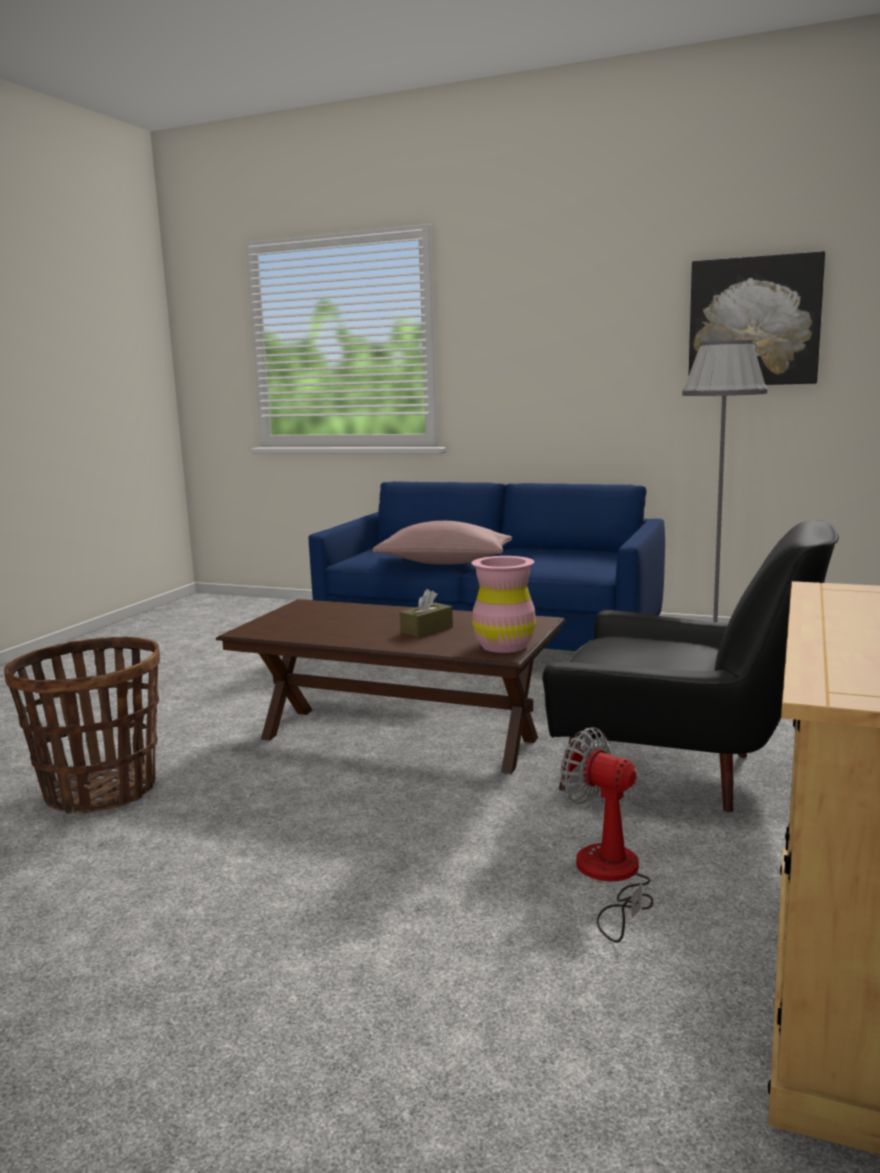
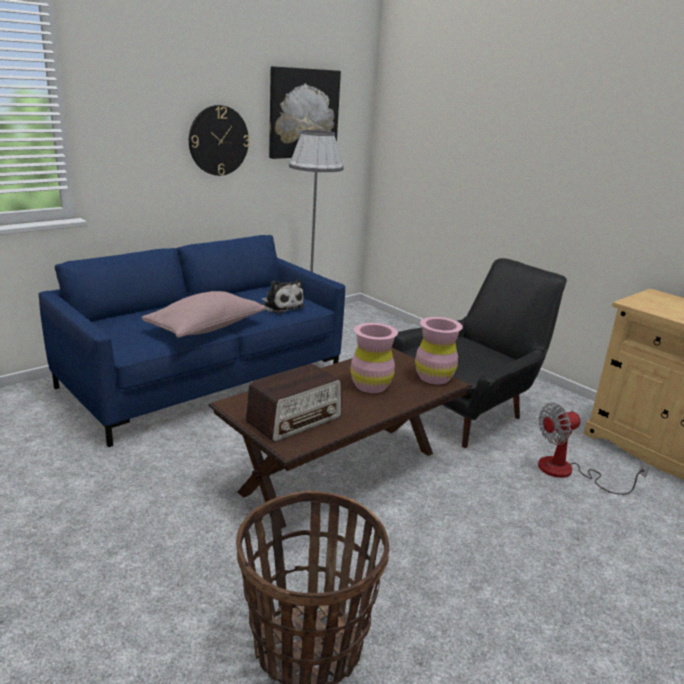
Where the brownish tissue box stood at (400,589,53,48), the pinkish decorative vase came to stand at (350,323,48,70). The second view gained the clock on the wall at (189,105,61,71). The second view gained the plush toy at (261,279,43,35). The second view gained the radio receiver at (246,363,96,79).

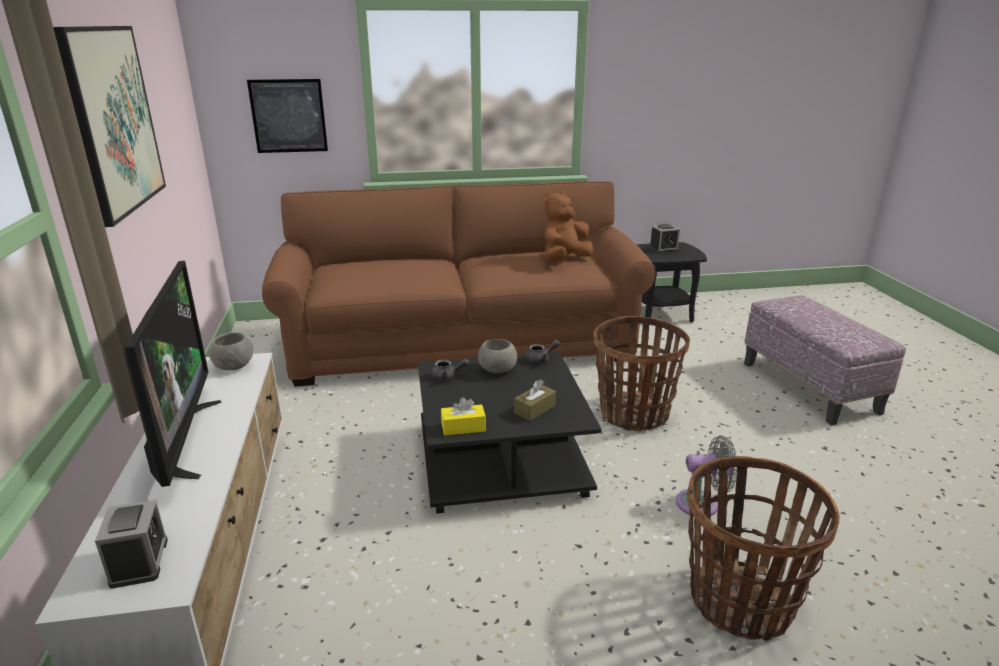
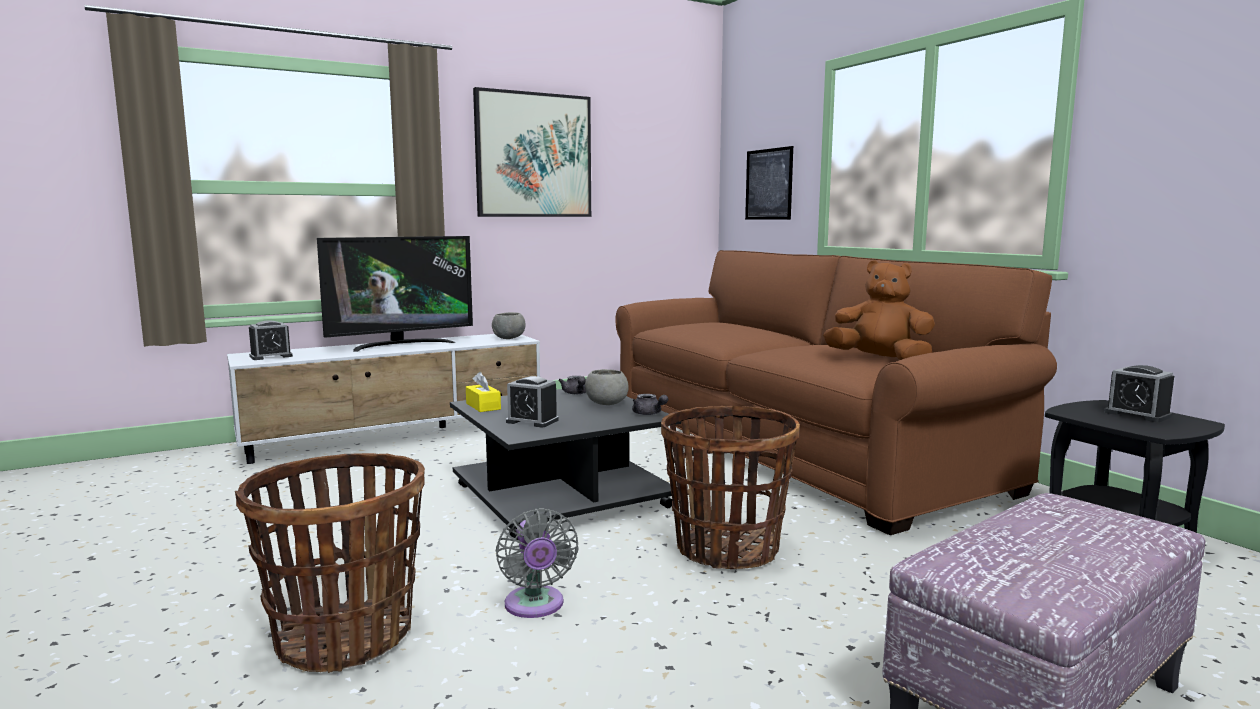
Where the brownish tissue box stood at (514,380,42,41), the table clock came to stand at (506,376,53,51).

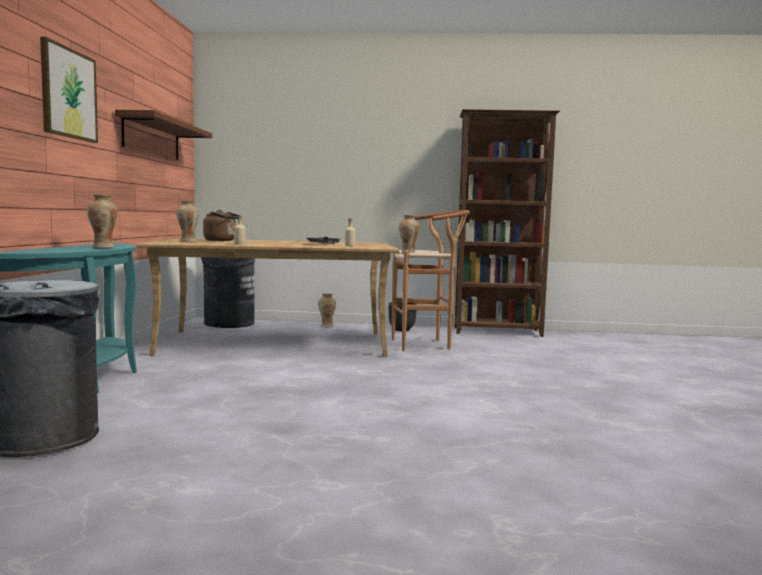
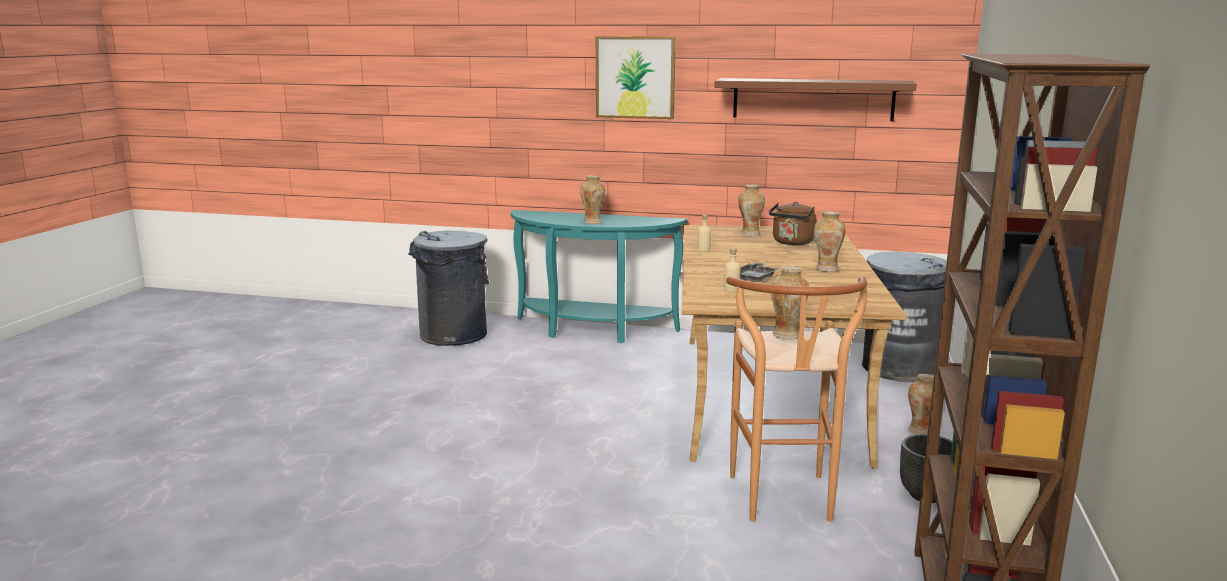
The second view gained the decorative vase at (814,211,32,61).

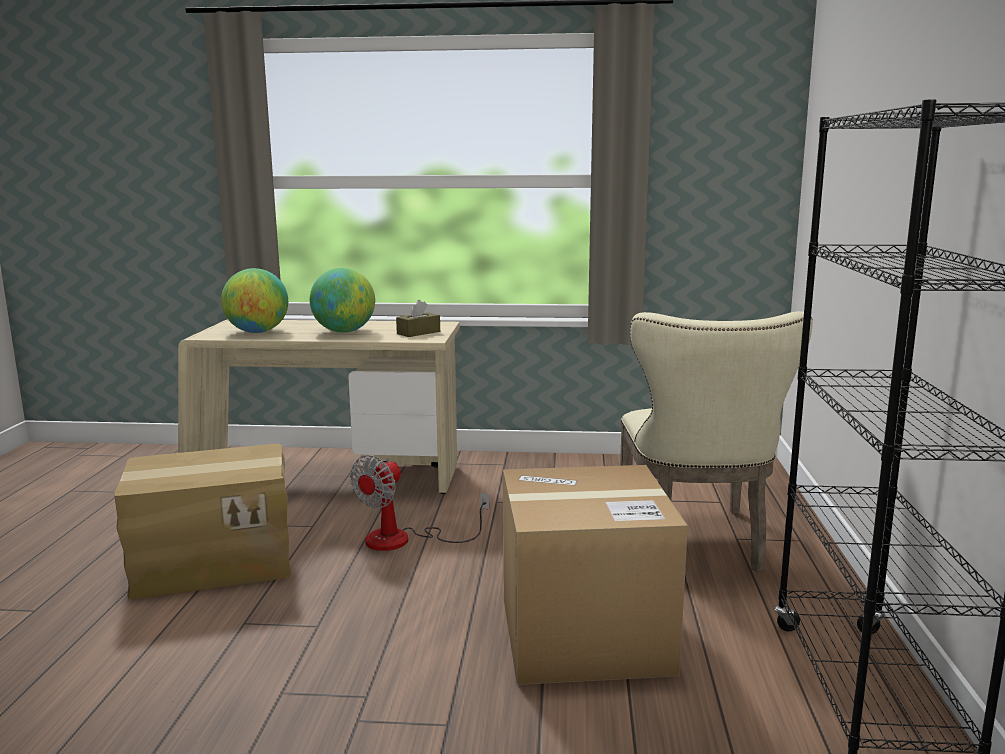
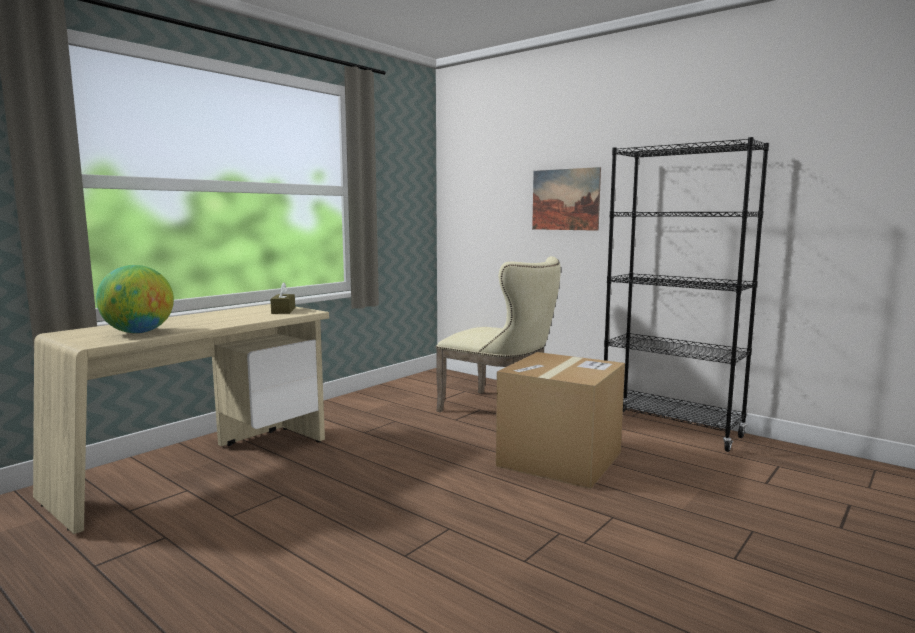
The second view lost the world globe at (310,268,65,65). The second view lost the packing box at (114,444,177,155). The second view lost the electric fan at (350,455,140,96). The second view gained the picture at (532,167,69,64).

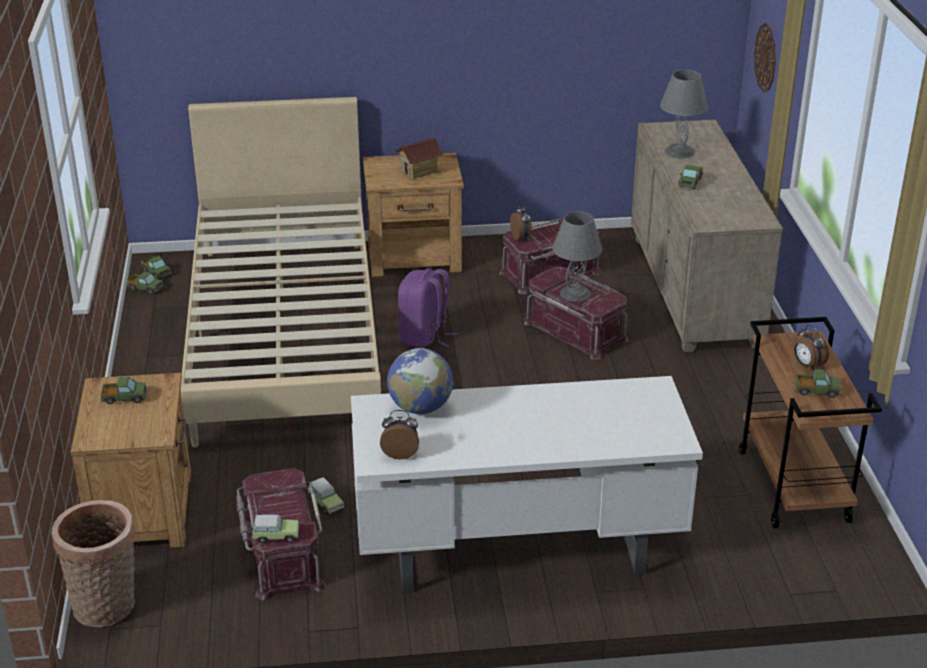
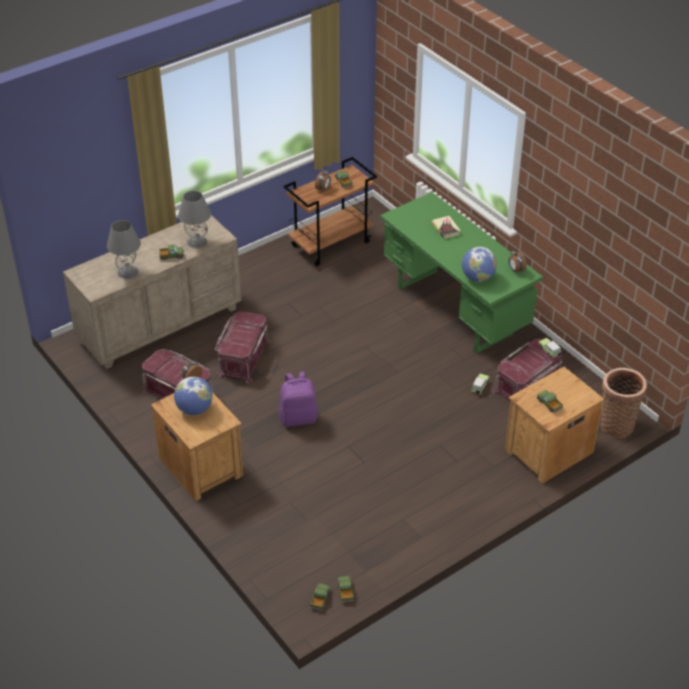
The second view lost the clock on the wall at (754,23,22,69). The second view lost the beige-coloured sleeping bed at (181,97,200,351). Where the miniature house stood at (394,138,50,41), the world globe came to stand at (174,377,39,38). The gray tabletop lamp ended up elsewhere, having gone from (552,211,50,91) to (178,191,33,58). What was the white-coloured desk at (351,376,352,217) turned into the greenish desk at (380,192,163,162). The second view gained the book at (432,216,29,23).

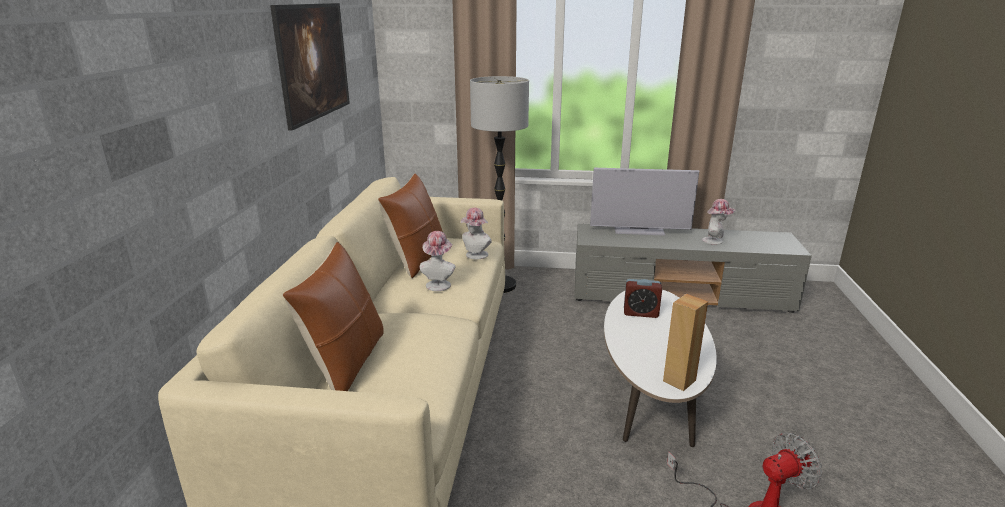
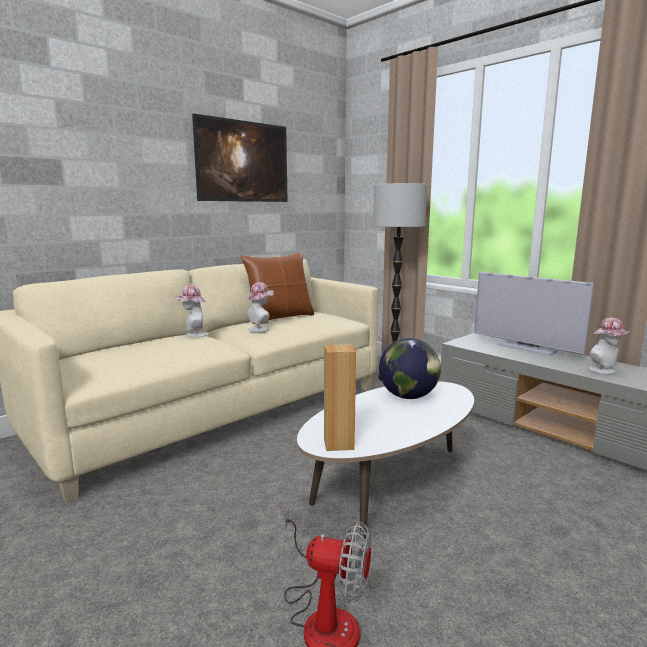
The wearable hat ended up elsewhere, having gone from (461,208,31,51) to (175,285,34,53). The second view lost the brownish cushion at (283,242,101,149). Where the table clock stood at (624,279,38,39), the world globe came to stand at (379,338,62,61).

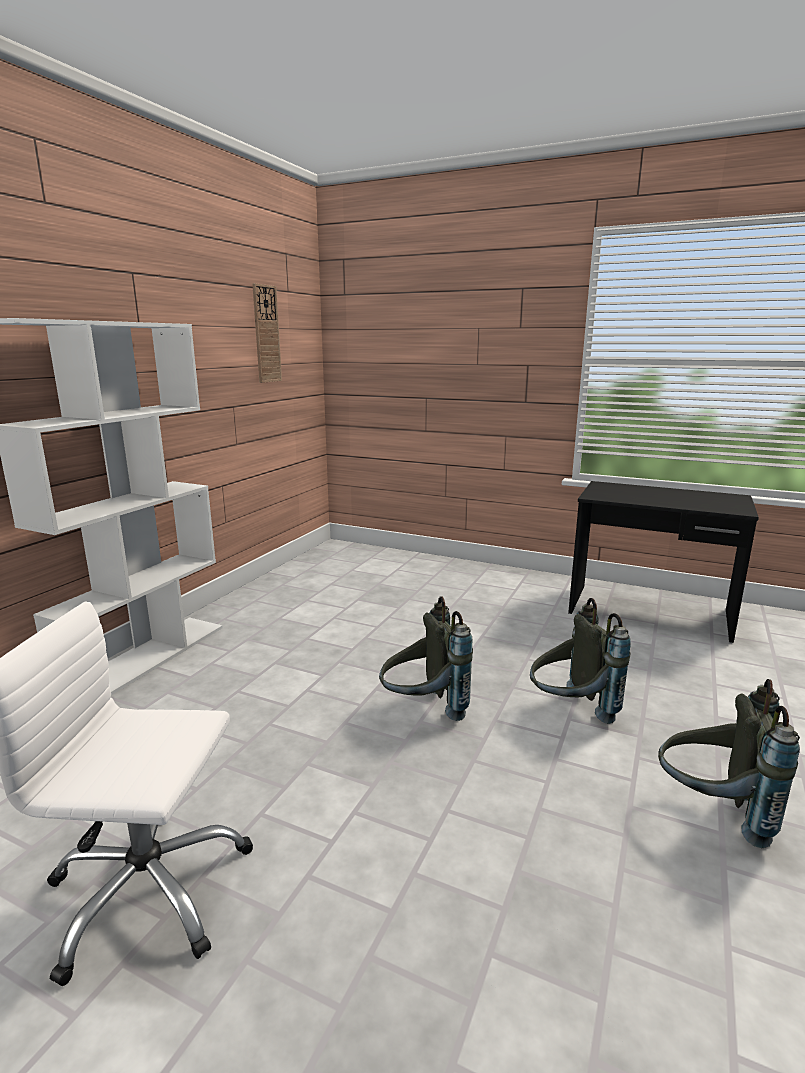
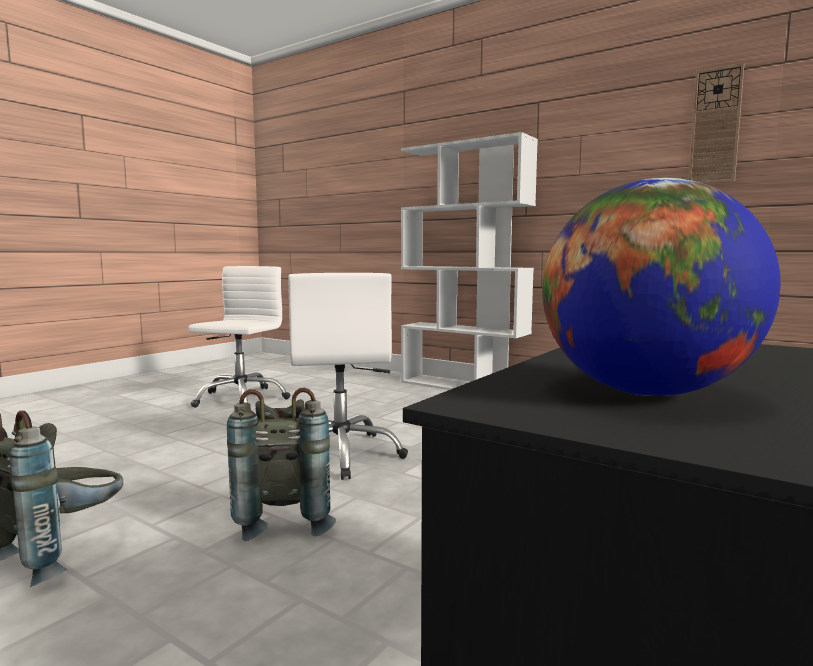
Where the gray knapsack stood at (379,596,94,125), the white-coloured office chair came to stand at (288,273,120,207). The second view gained the world globe at (542,178,239,218).

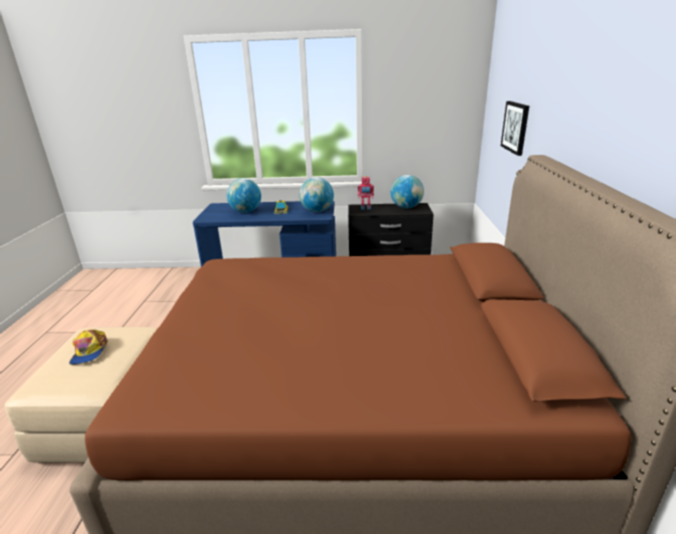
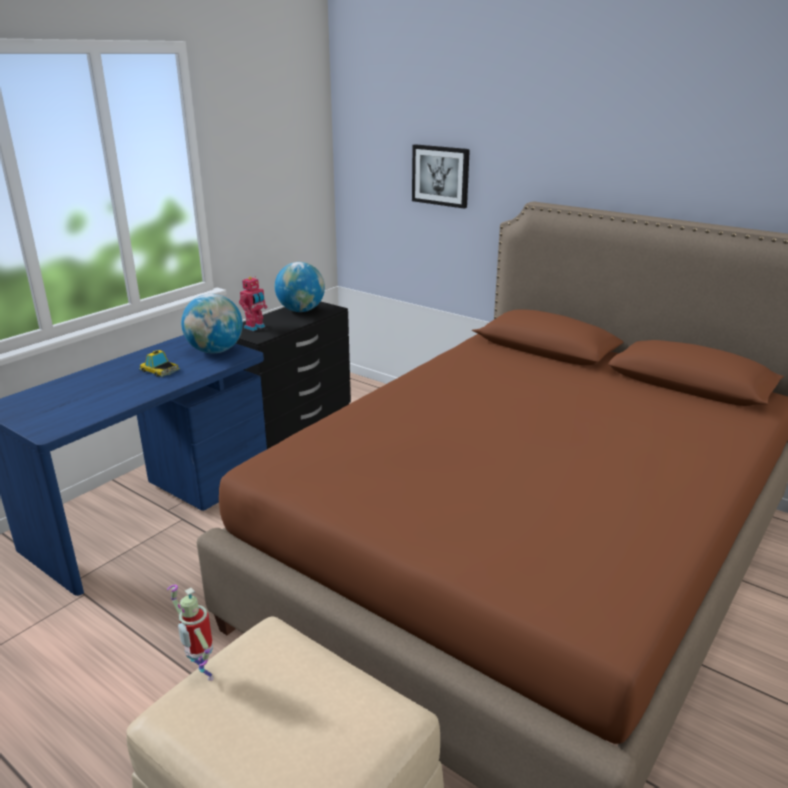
The second view lost the world globe at (227,178,34,35). The second view lost the baseball cap at (69,329,39,36). The second view gained the model robot at (167,585,47,96).

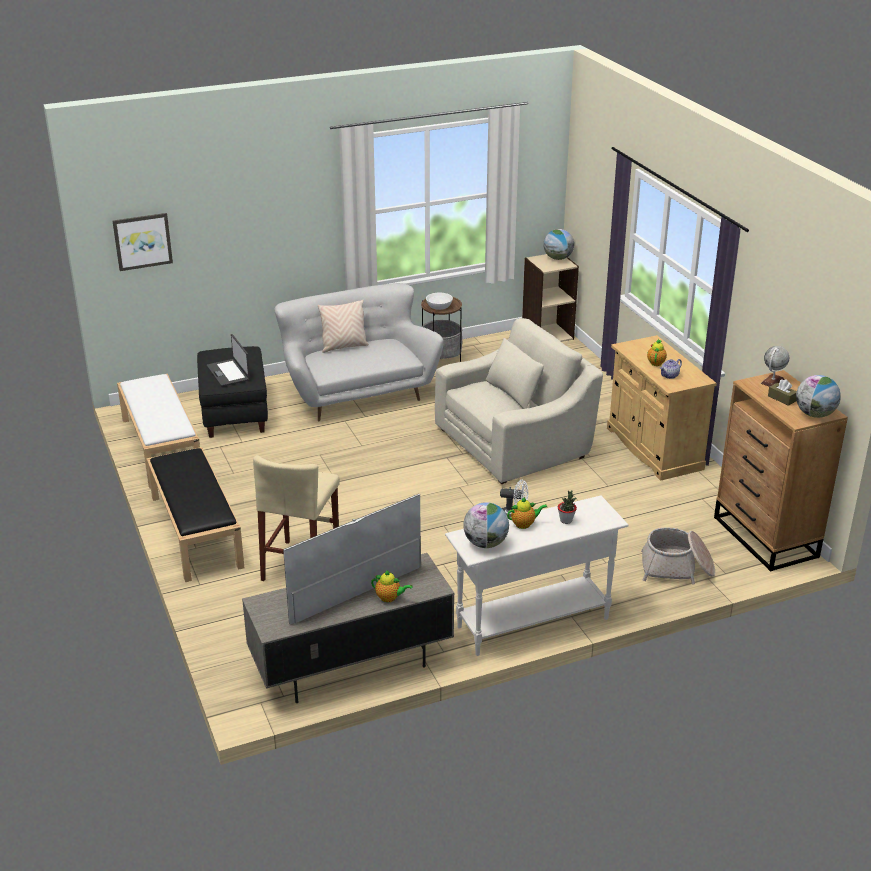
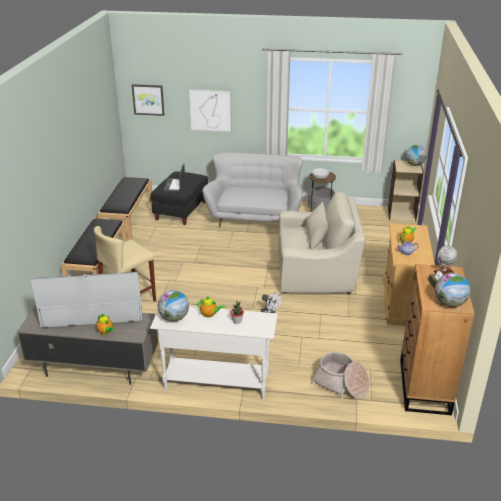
The second view lost the beige-coloured cushion at (318,300,51,53). What was the white-coloured indoor bench at (117,374,83,115) turned into the black indoor bench at (98,177,54,62). The second view gained the picture at (189,89,42,43).

